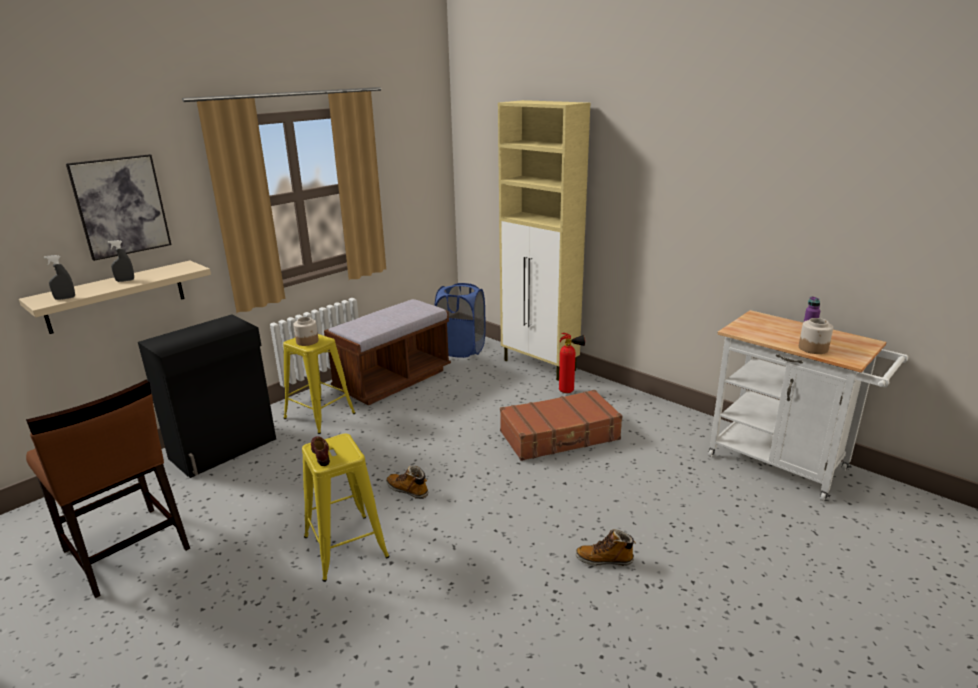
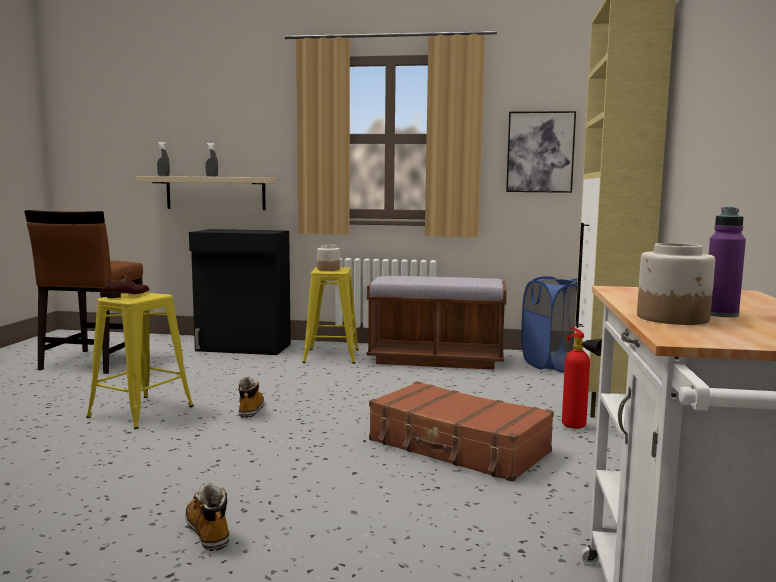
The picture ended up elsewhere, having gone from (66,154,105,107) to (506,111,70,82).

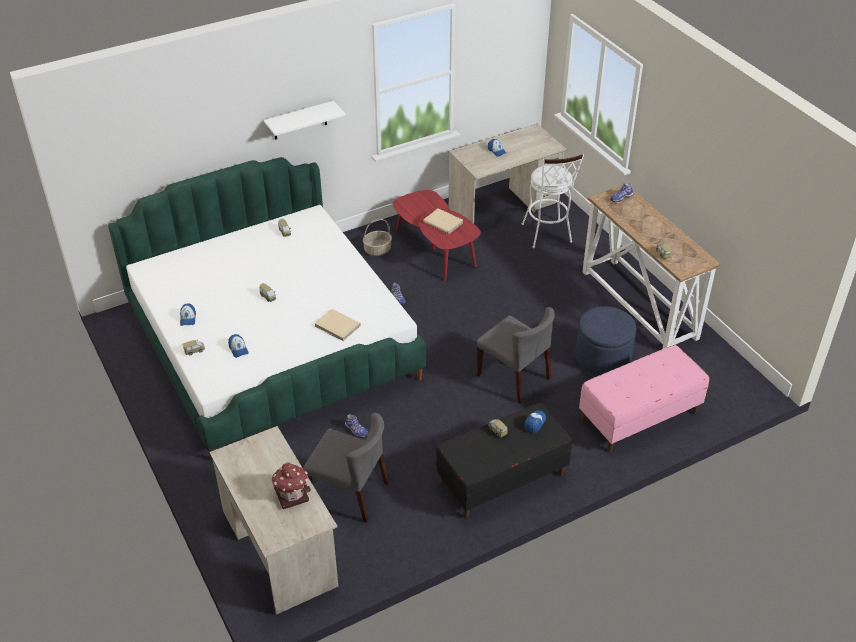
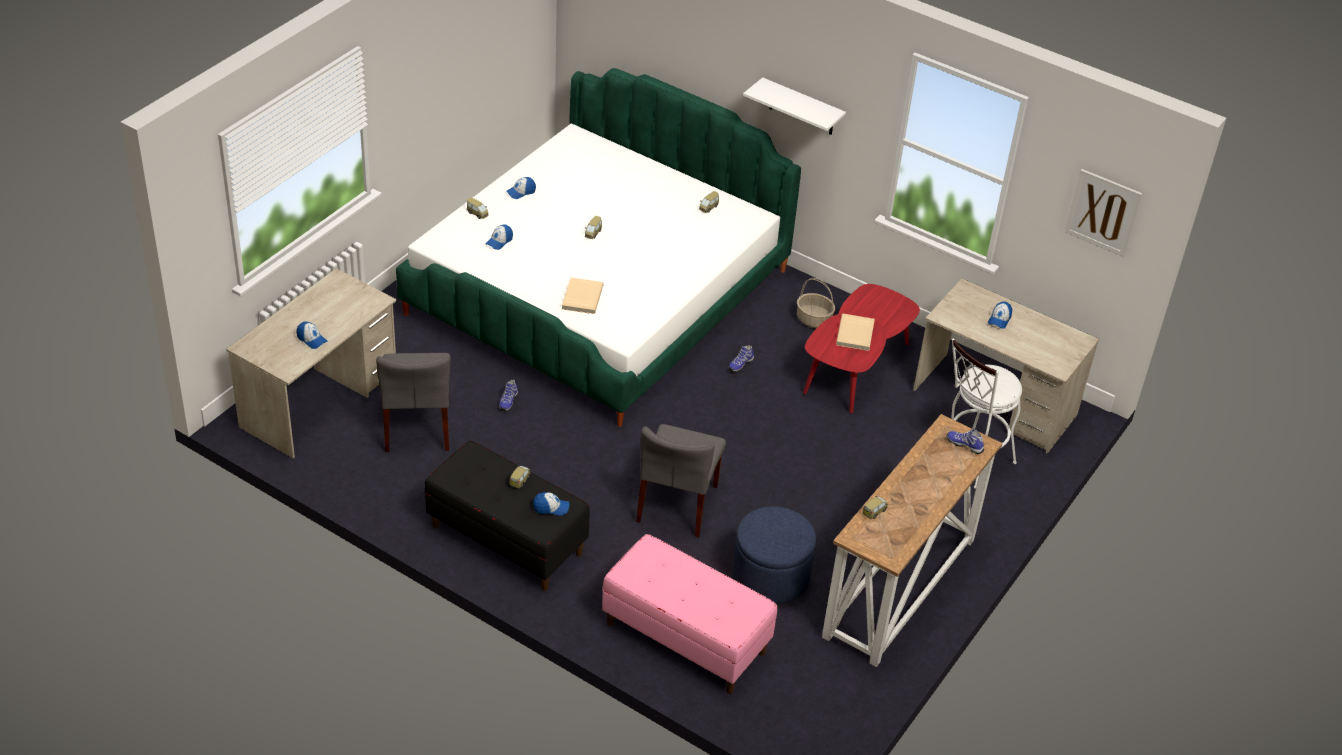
Where the miniature house stood at (272,462,39,47), the baseball cap came to stand at (296,321,32,28). The second view gained the picture at (1065,169,77,88).

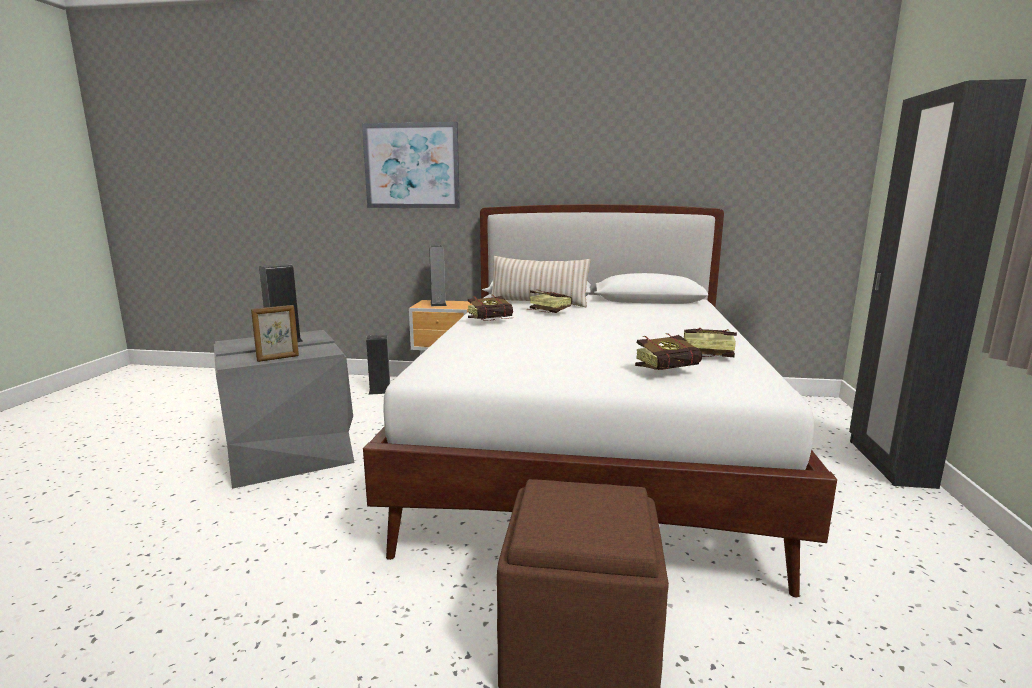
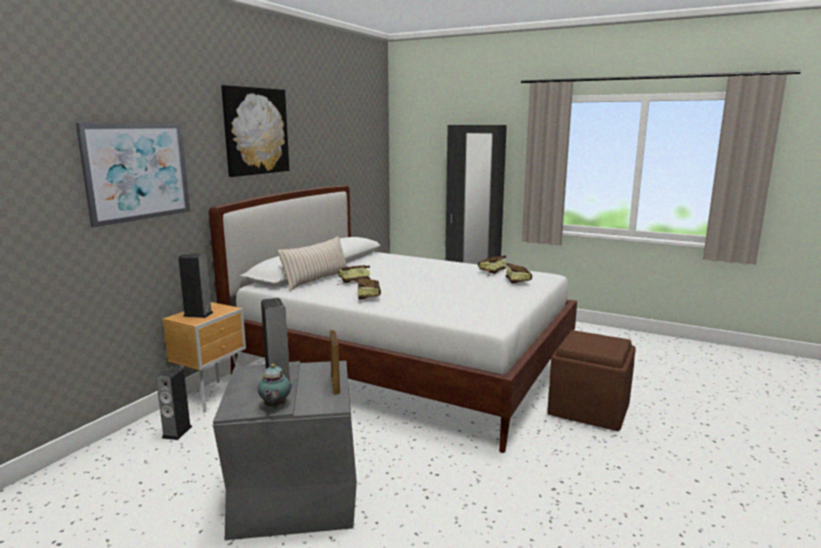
The second view gained the picture at (221,85,68,92). The second view gained the pot for tea at (258,364,33,44).

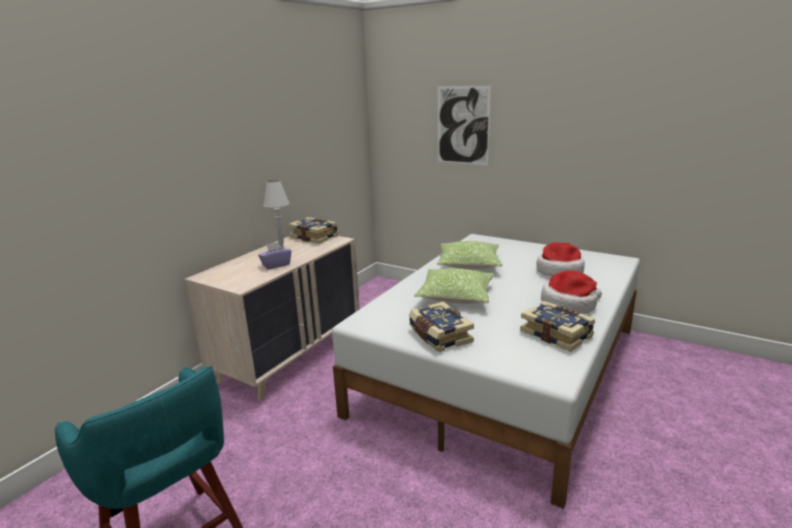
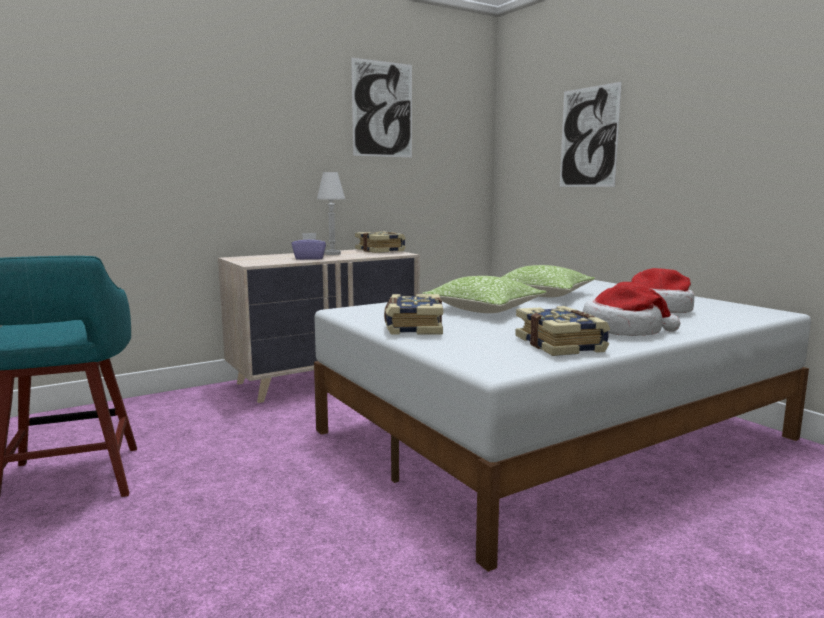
The second view gained the picture at (351,57,61,100).

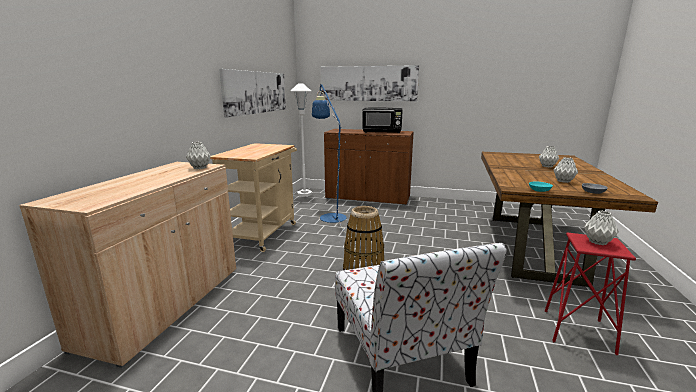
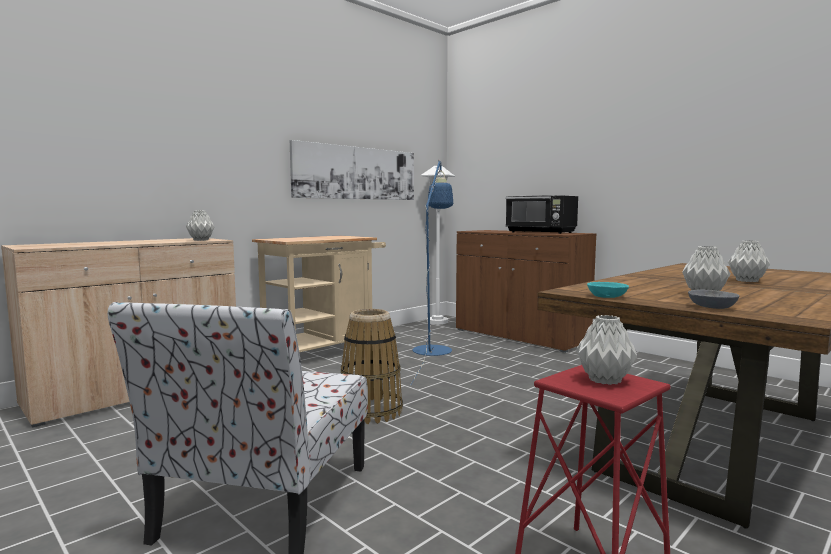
The second view lost the picture at (320,65,99,36).

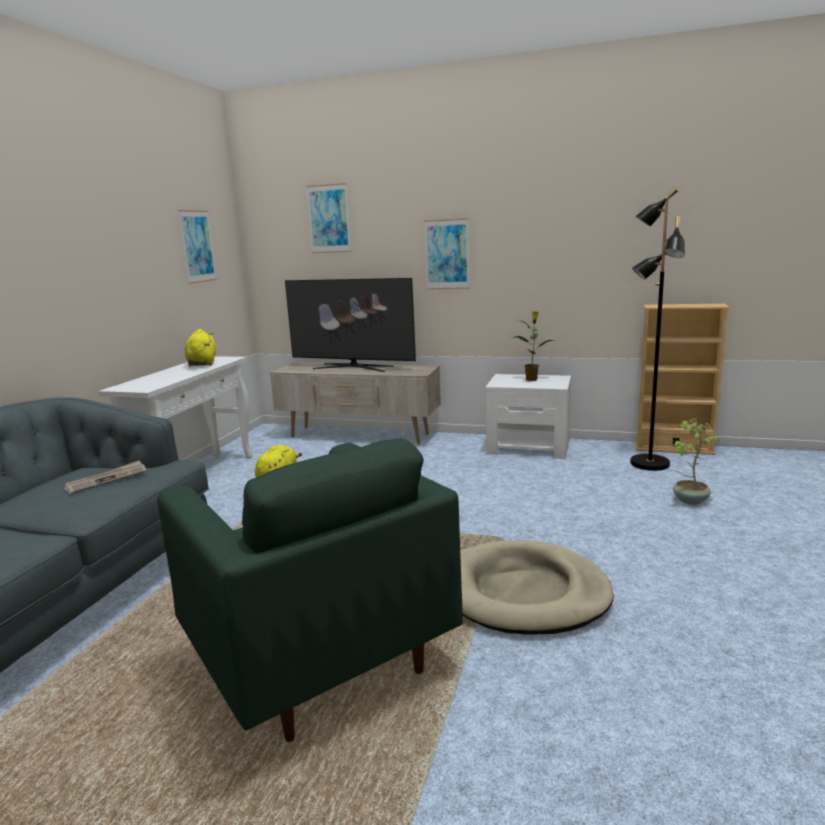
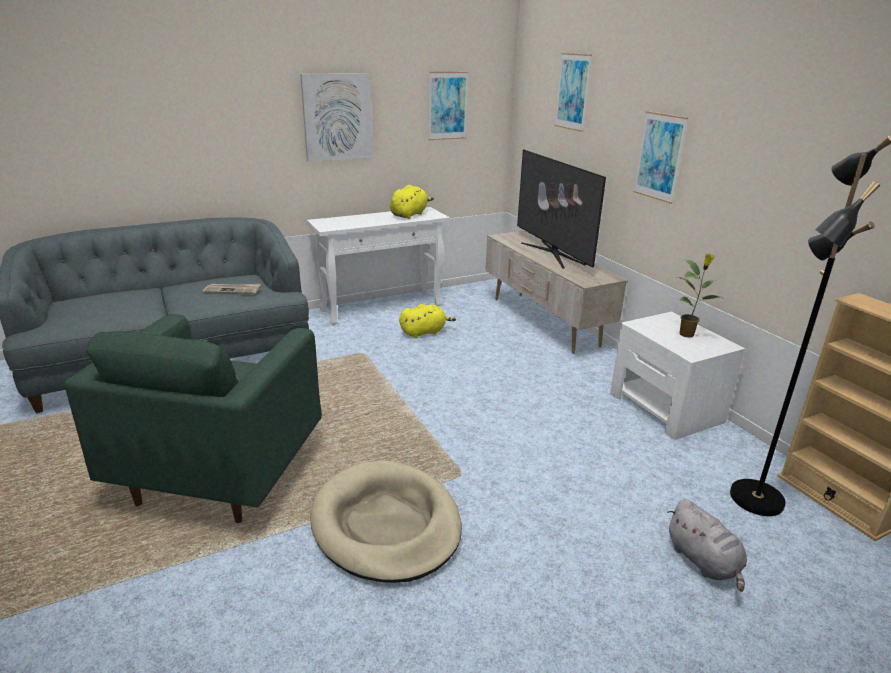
Where the houseplant stood at (672,419,47,86), the gray plush toy came to stand at (667,499,80,93). The second view gained the picture at (300,73,72,89).

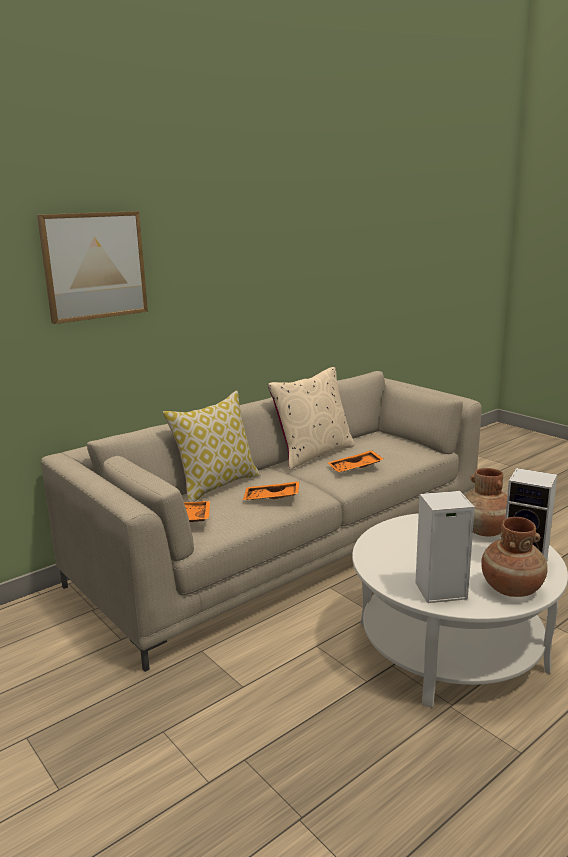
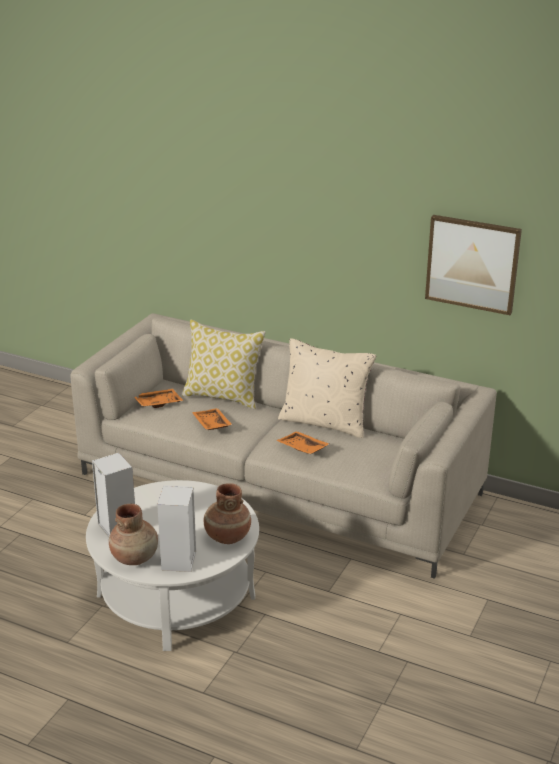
The picture ended up elsewhere, having gone from (37,211,111,113) to (425,215,97,100).

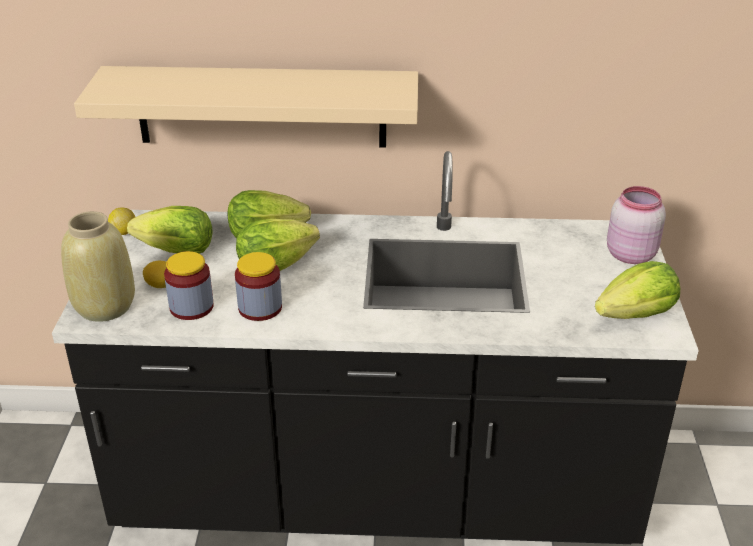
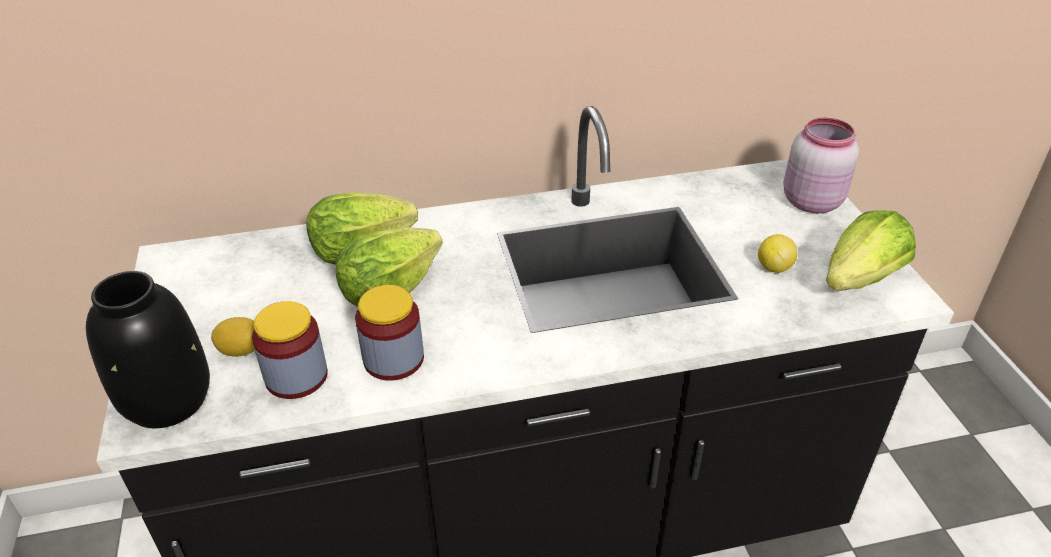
The second view lost the beige-coloured wall shelf at (74,66,344,82). The second view lost the lettuce at (127,206,86,48). The citrus fruit ended up elsewhere, having gone from (108,207,27,28) to (758,234,39,39). What was the beige-coloured decorative vase at (61,211,74,111) turned into the black decorative vase at (86,271,124,157).

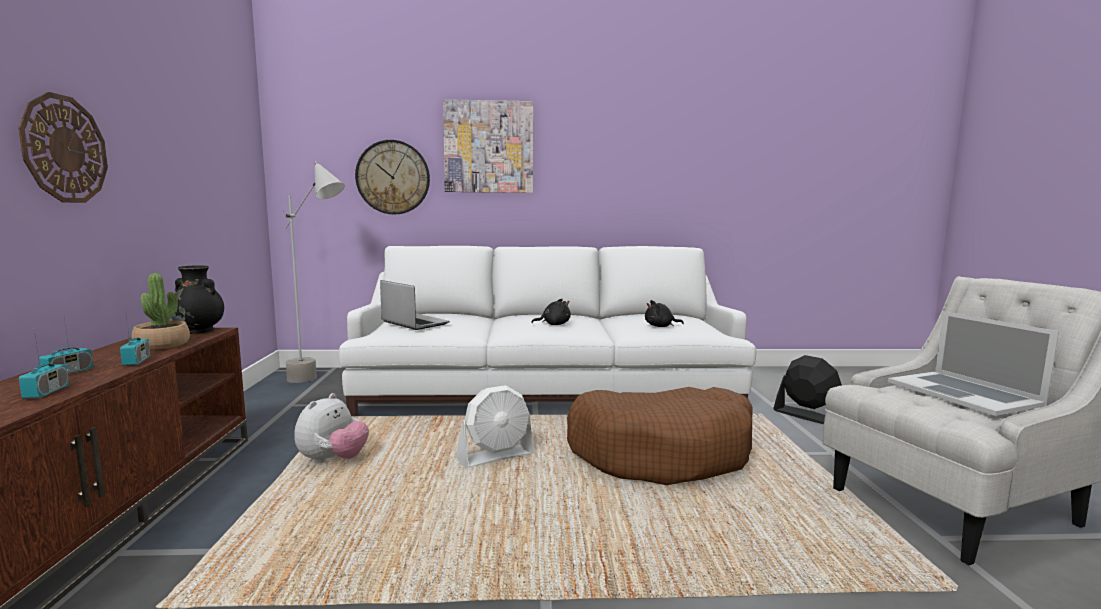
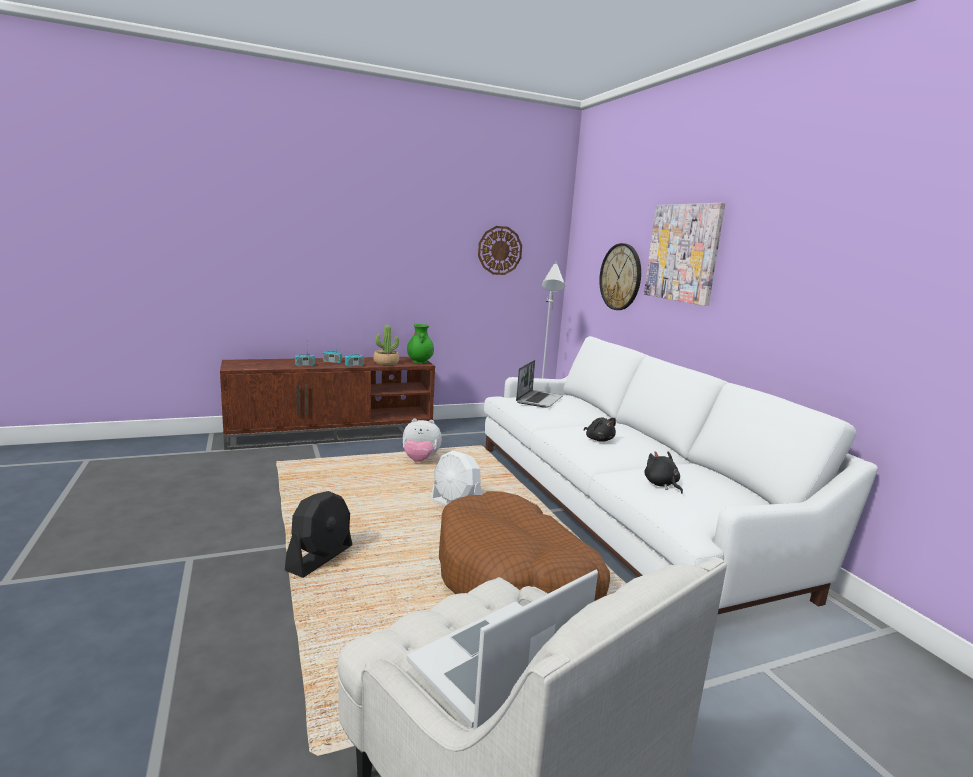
The clock on the wall ended up elsewhere, having gone from (18,92,90,111) to (478,226,44,49). What was the black decorative vase at (171,265,53,69) turned into the greenish decorative vase at (407,324,27,40). The black electric fan ended up elsewhere, having gone from (773,355,69,69) to (285,491,67,87).

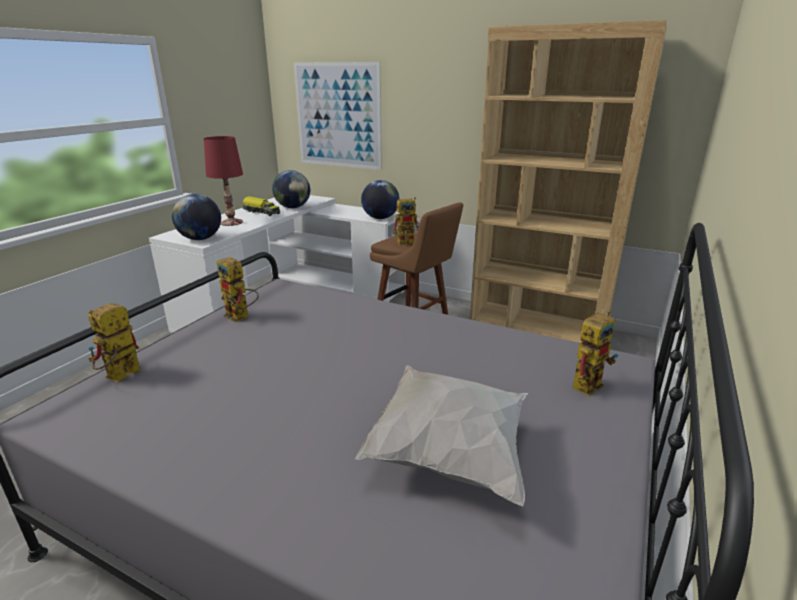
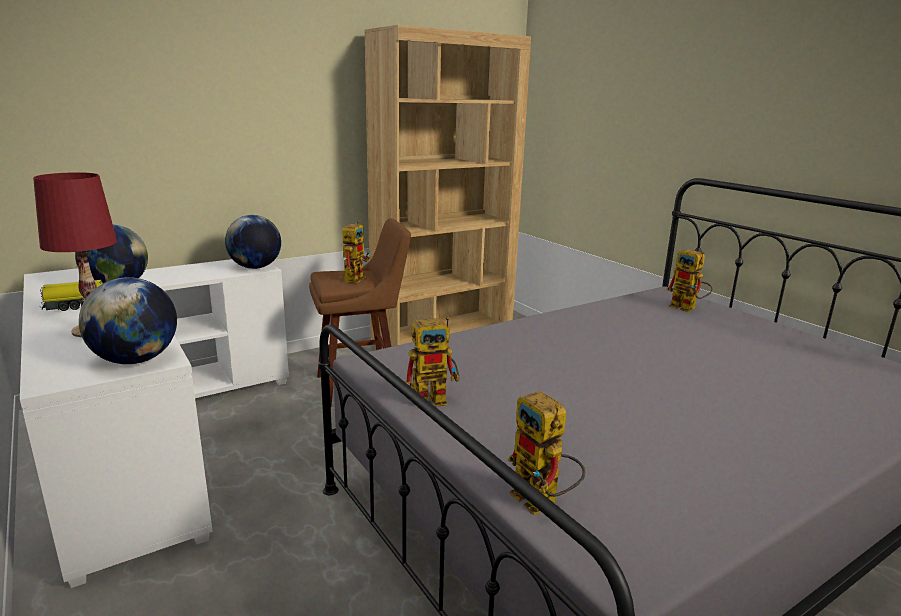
The second view lost the picture at (294,62,88,108). The model robot at (572,310,46,87) ended up facing another way, 150 degrees clockwise from before. The second view lost the white-coloured cushion at (355,365,173,141).

